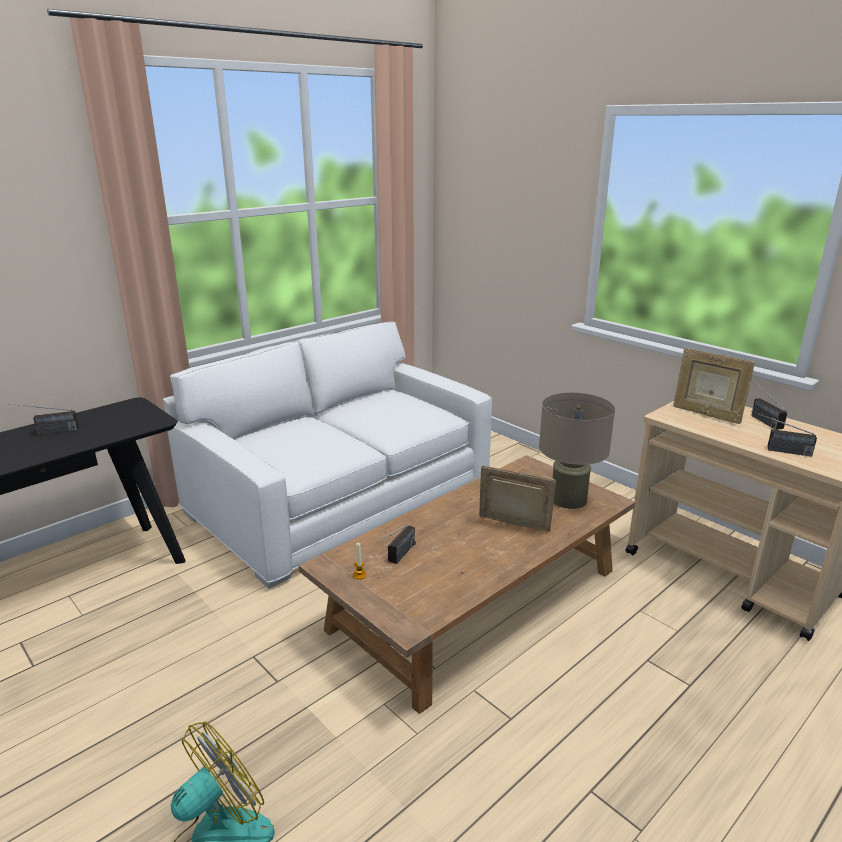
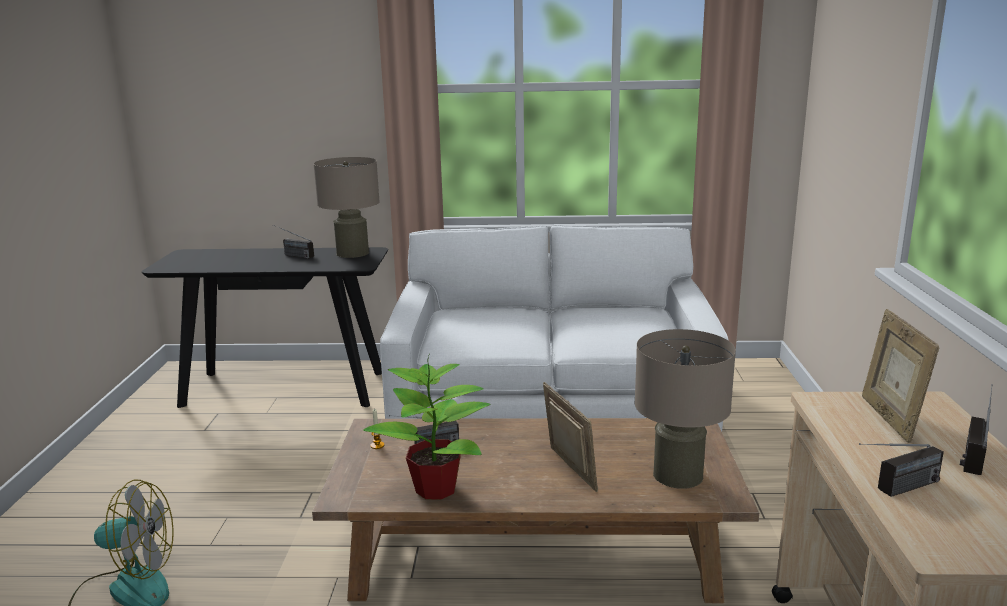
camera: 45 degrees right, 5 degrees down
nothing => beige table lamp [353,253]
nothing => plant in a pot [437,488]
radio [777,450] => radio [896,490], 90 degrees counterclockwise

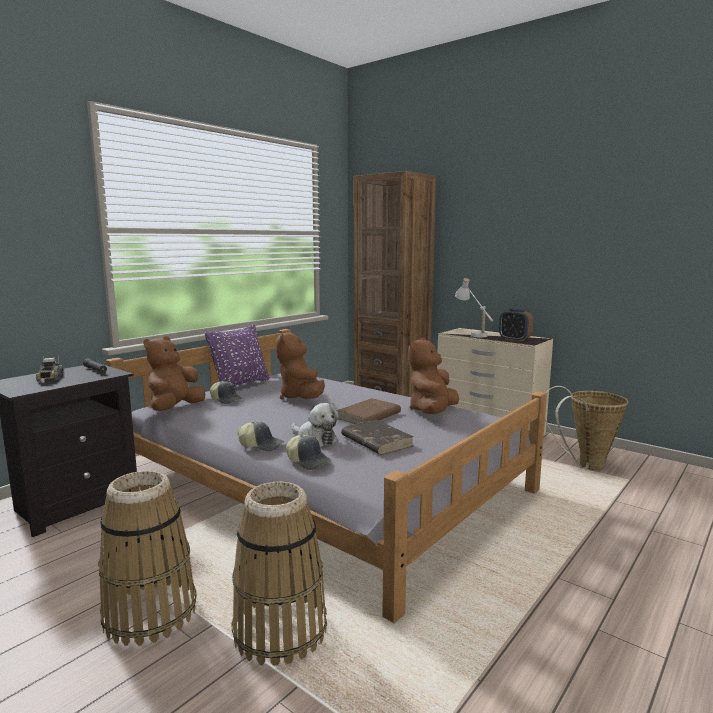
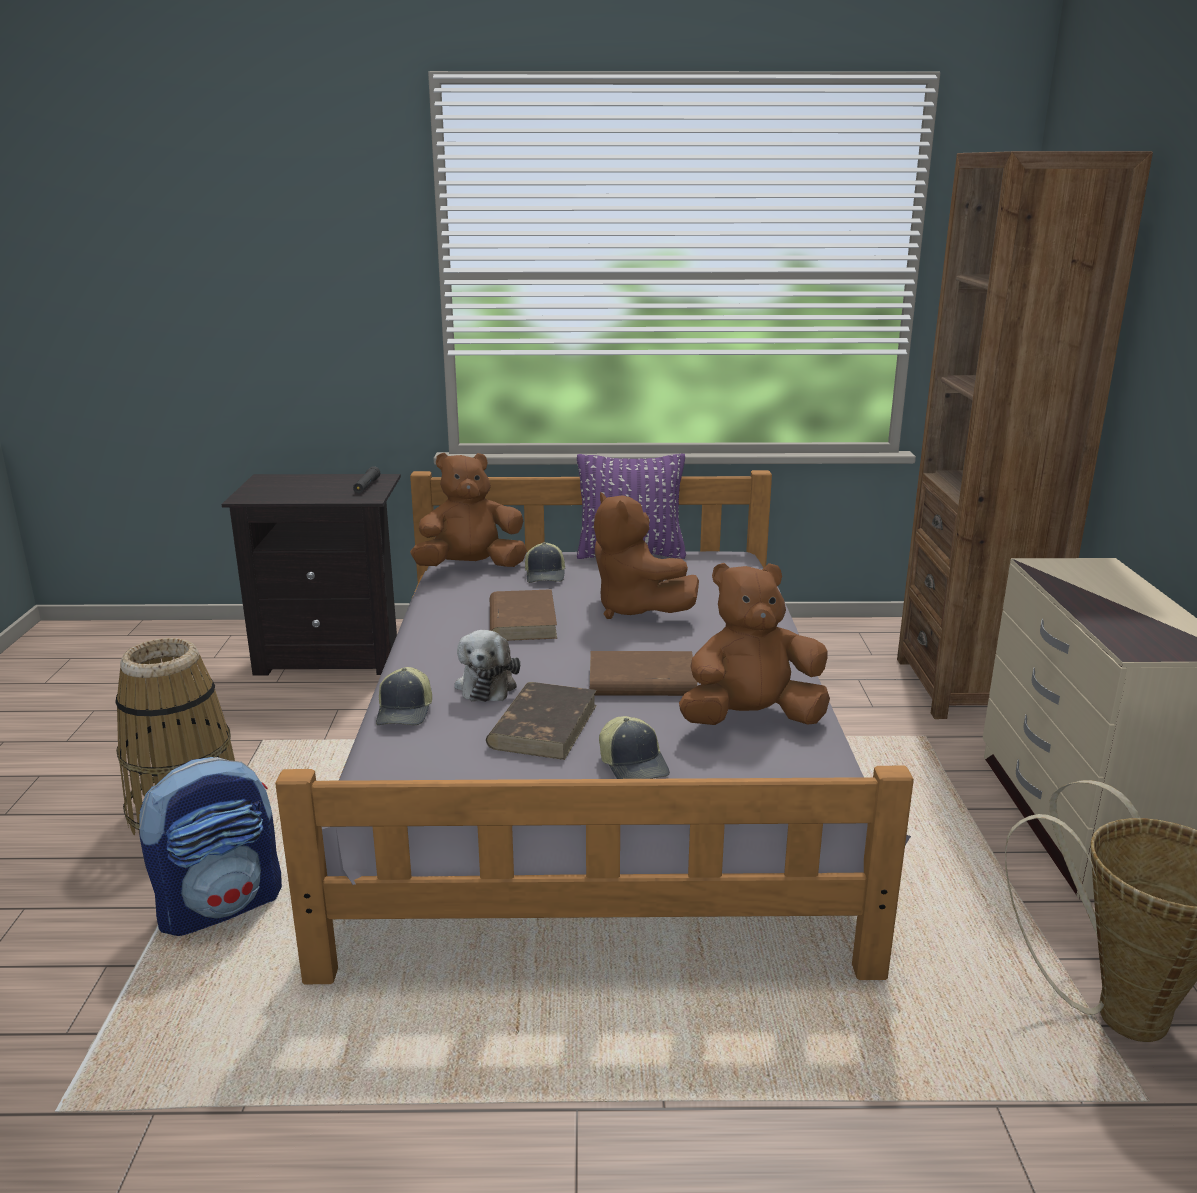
camera: 50 degrees right, 10 degrees up
toy lorry [50,377] => nothing
white-coloured table lamp [473,334] => nothing
table clock [514,340] => nothing
nothing => brown volume [522,620]
peaked cap [261,445] => peaked cap [634,765], relocated
storage basket [280,630] => knapsack [221,905]
brown cuddly toy [301,398] => brown cuddly toy [635,609], 75 degrees counterclockwise

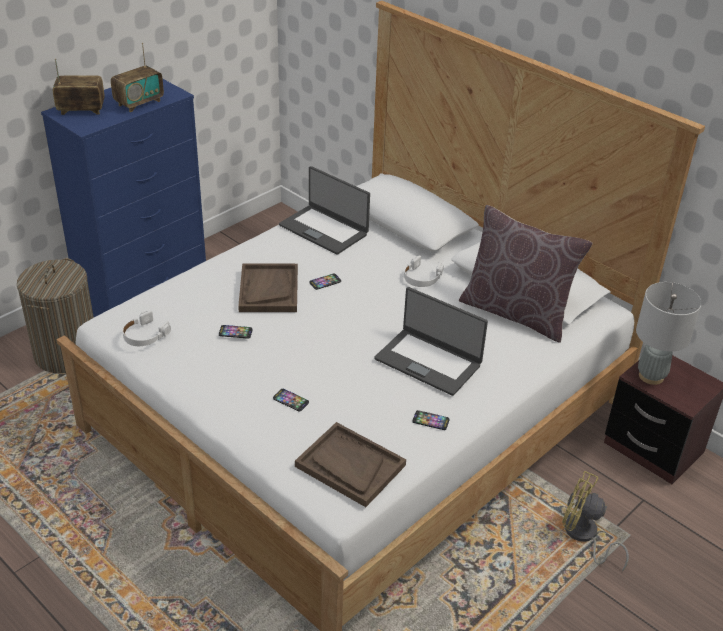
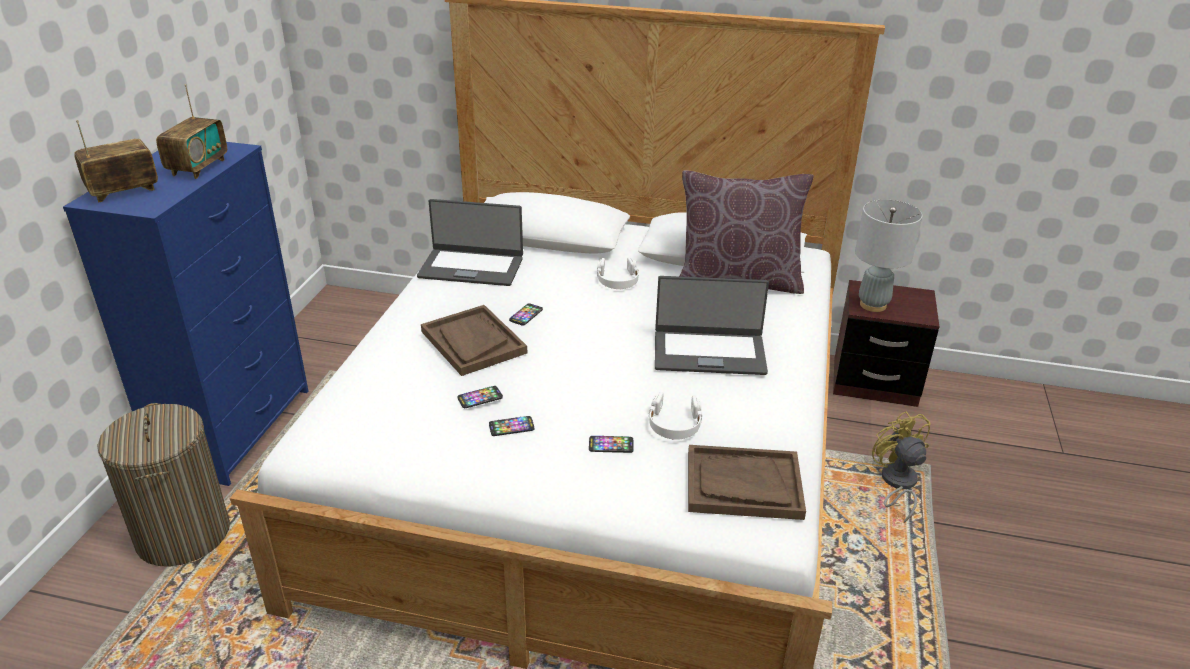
camera: 30 degrees left, 5 degrees down
white-coloured headset [144,335] => white-coloured headset [674,424], relocated
handset [430,421] => handset [511,427], relocated
yellow-coloured fan [584,536] => yellow-coloured fan [896,484], 75 degrees clockwise

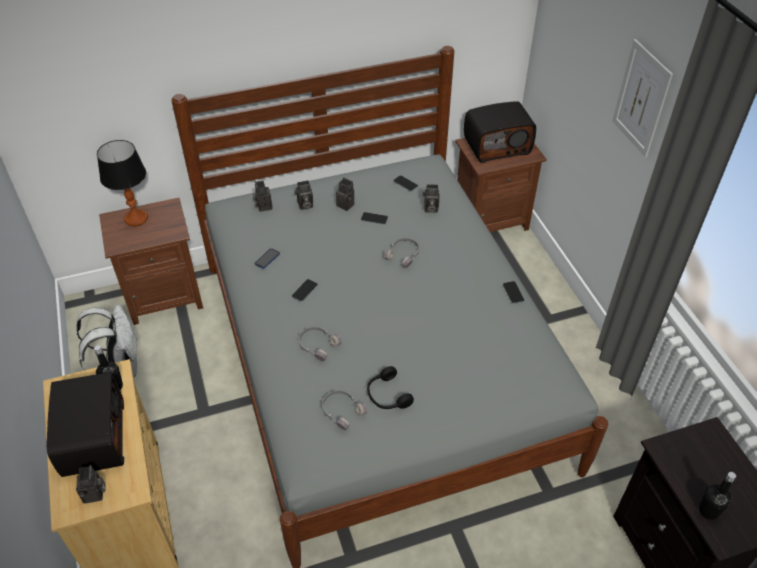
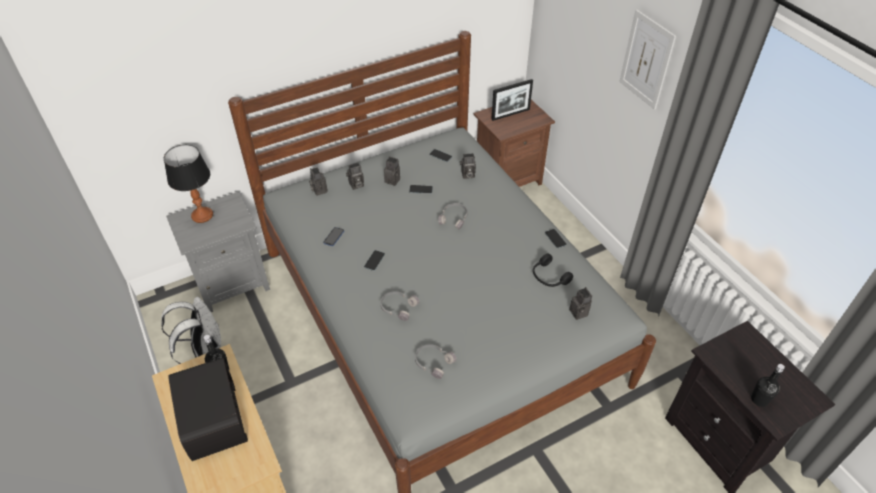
camera: 10 degrees left, 0 degrees up
still camera [95,494] => still camera [580,313], relocated
black-coloured headset [387,395] => black-coloured headset [549,277], relocated
radio [497,146] => standing frame [510,114]
brown bedside table [164,296] => gray bedside table [232,284]

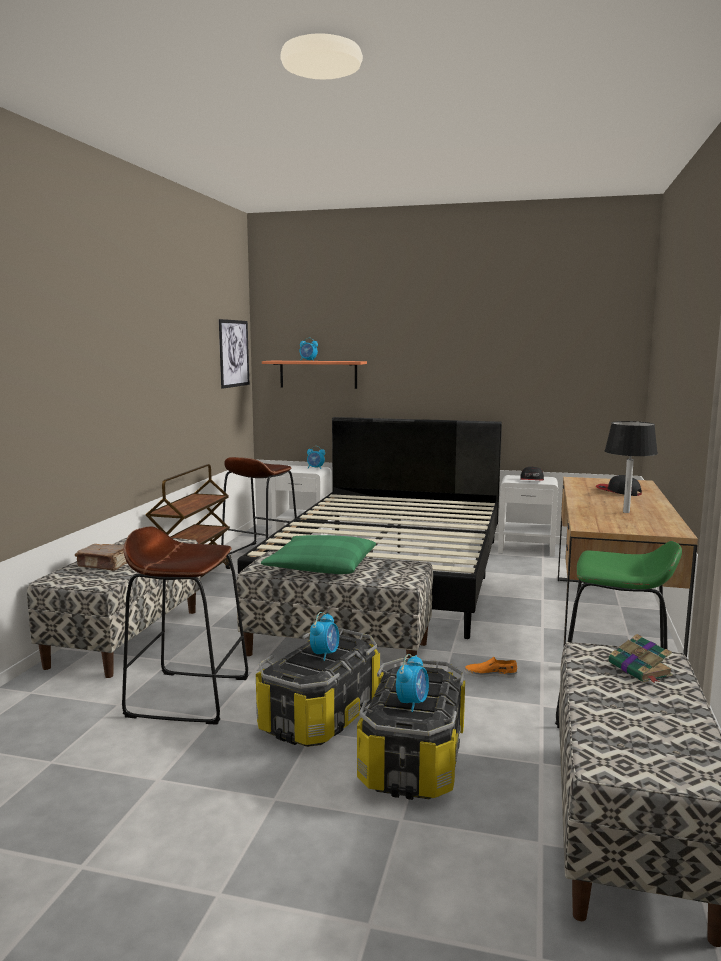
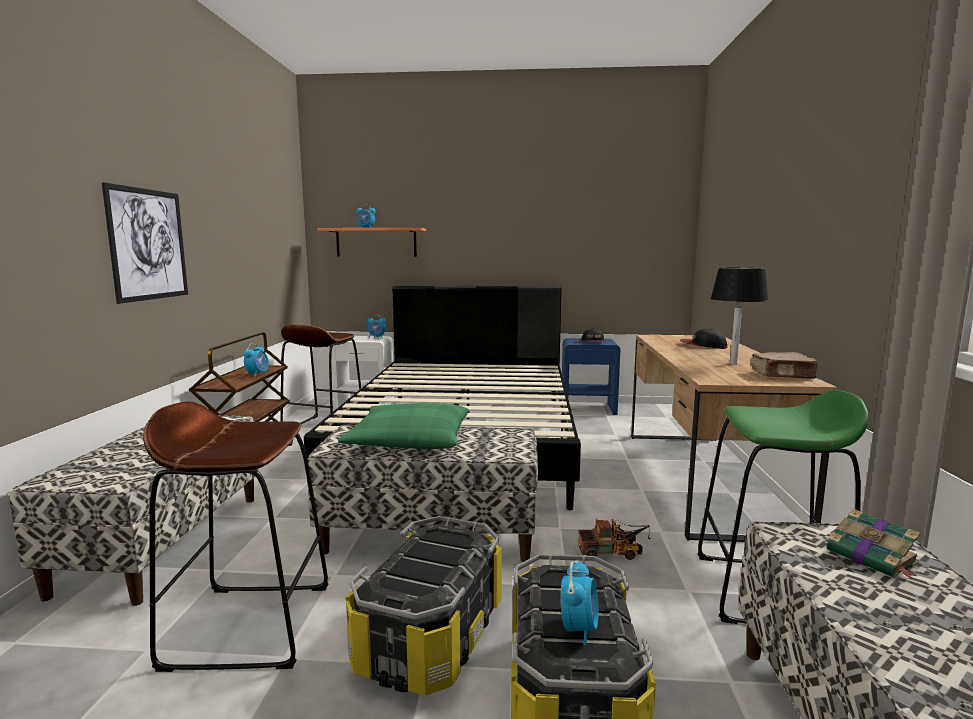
camera: 10 degrees left, 0 degrees up
brown volume [104,565] => brown volume [783,375], relocated
wall art [234,353] => wall art [148,244], relocated
table clock [325,654] => table clock [257,374], relocated
orange-coloured item of footwear [490,674] => toy lorry [614,553]
white-coloured bedside table [527,549] => blue bedside table [588,408]

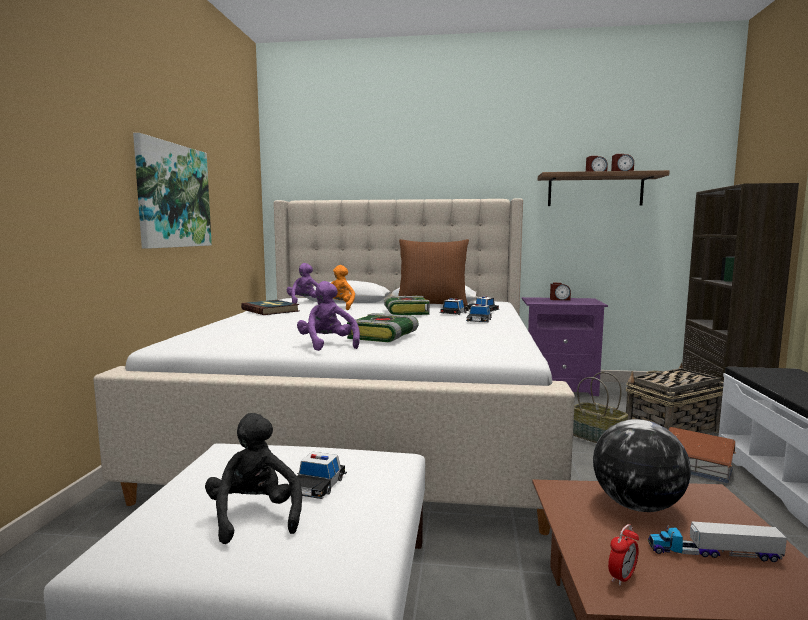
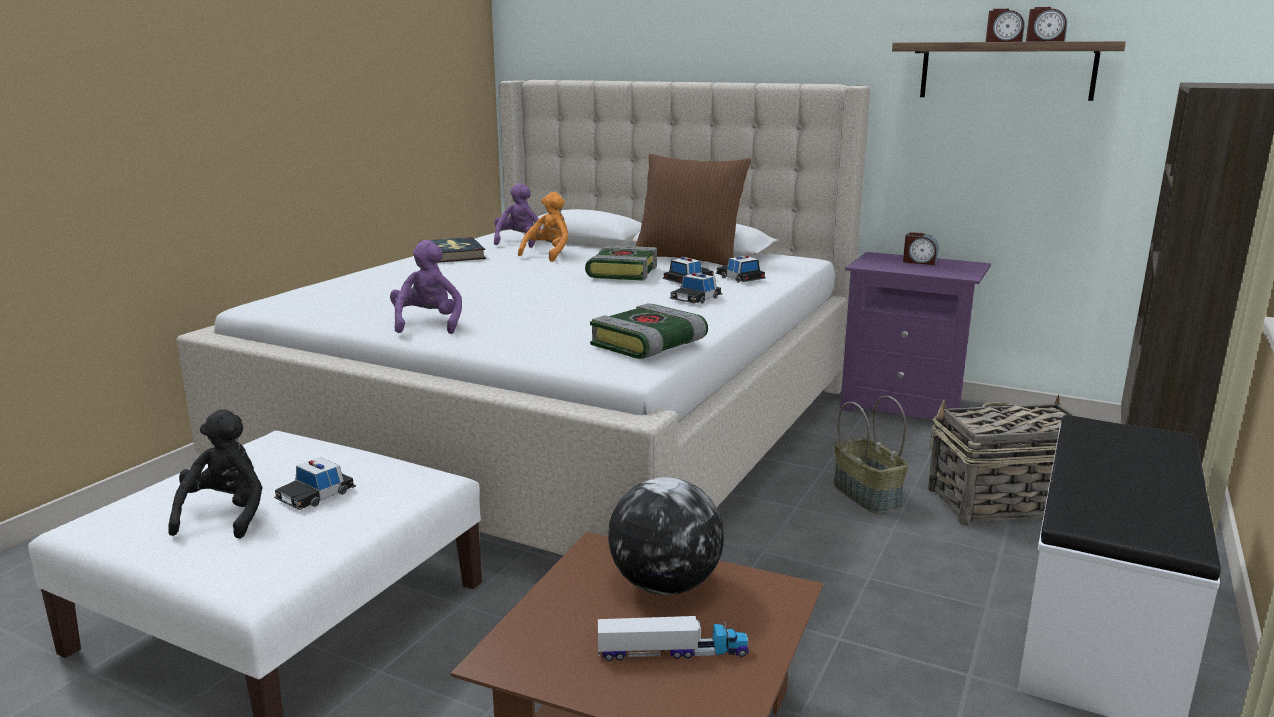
camera: 20 degrees right, 10 degrees up
wall art [173,196] => nothing
table clock [622,577] => nothing
model house [698,469] => nothing
volume [383,337] => volume [648,345], relocated
toy lorry [713,553] => toy lorry [672,652], 150 degrees clockwise

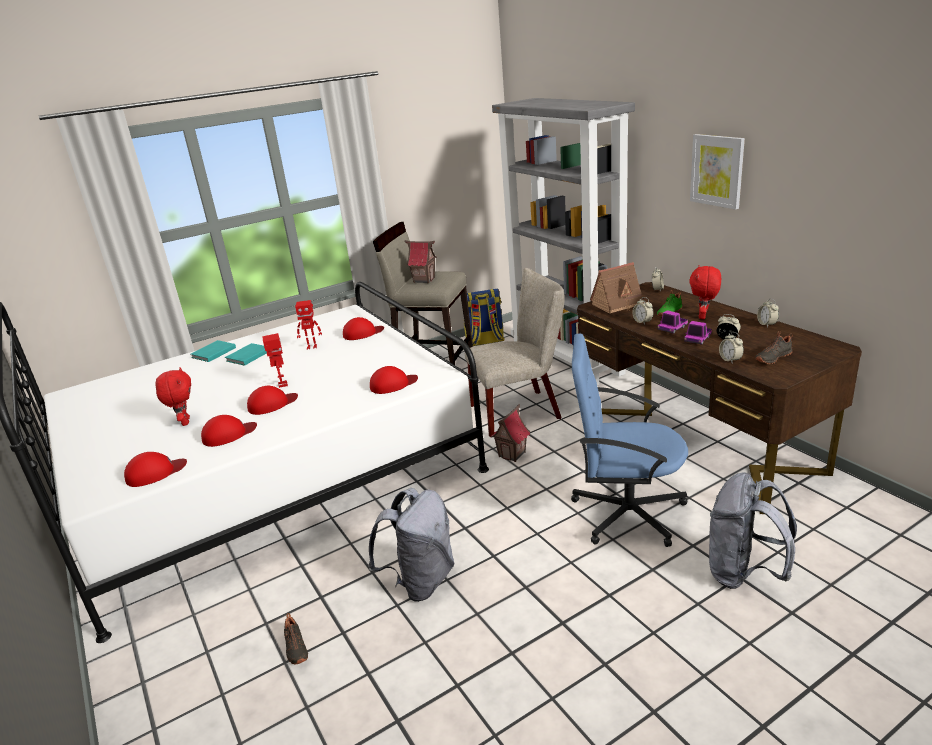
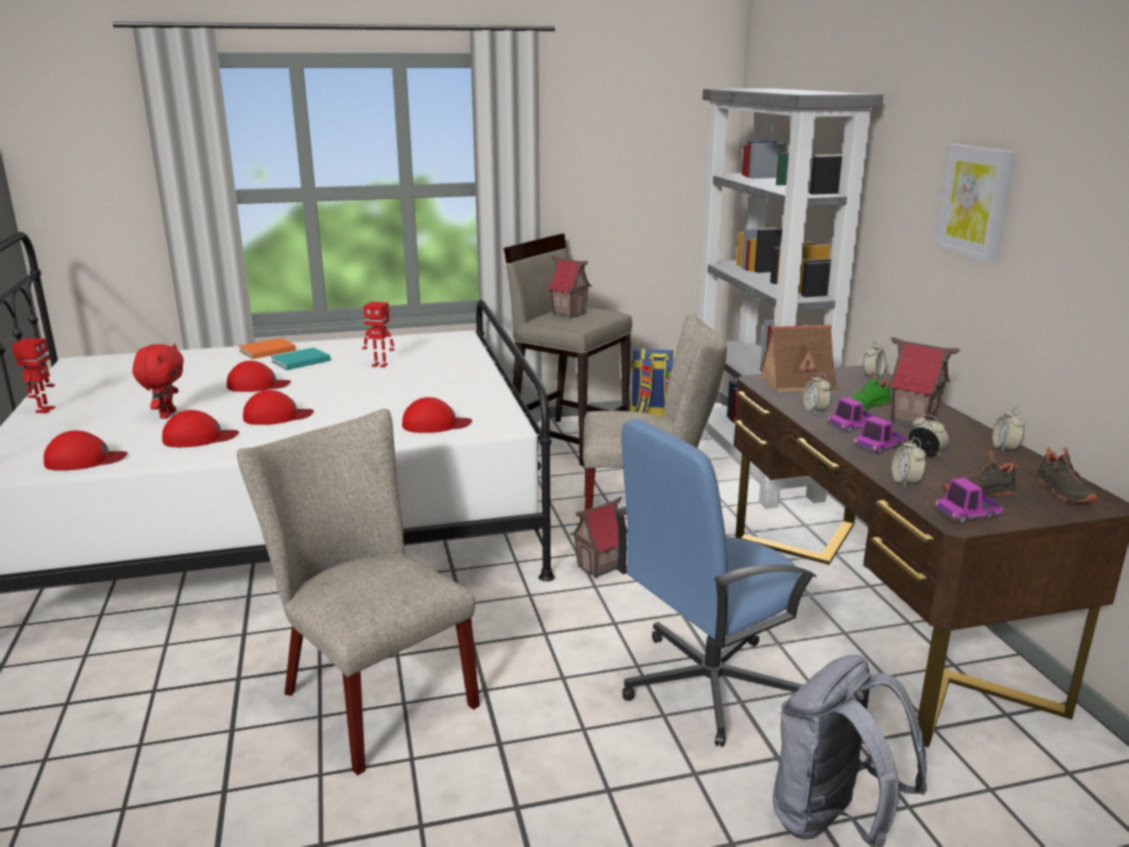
camera: 15 degrees right, 5 degrees down
nothing => toy lorry [967,514]
toy robot [282,384] => toy robot [44,410], relocated
black-coloured item of footwear [295,648] => black-coloured item of footwear [1062,491], relocated
red peaked cap [363,333] => red peaked cap [258,385], relocated
gray knapsack [421,581] => beige plain chair [370,695]
red cuddly toy [703,316] => model house [913,421]
turquoise-coloured volume [212,353] => orange-coloured volume [265,351]
blue desk chair [626,513] => blue desk chair [707,685], 60 degrees counterclockwise

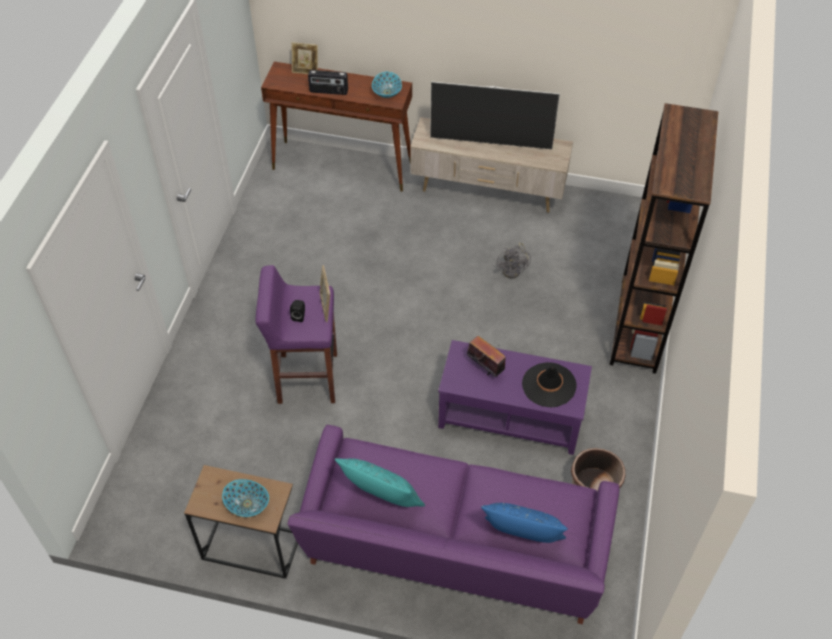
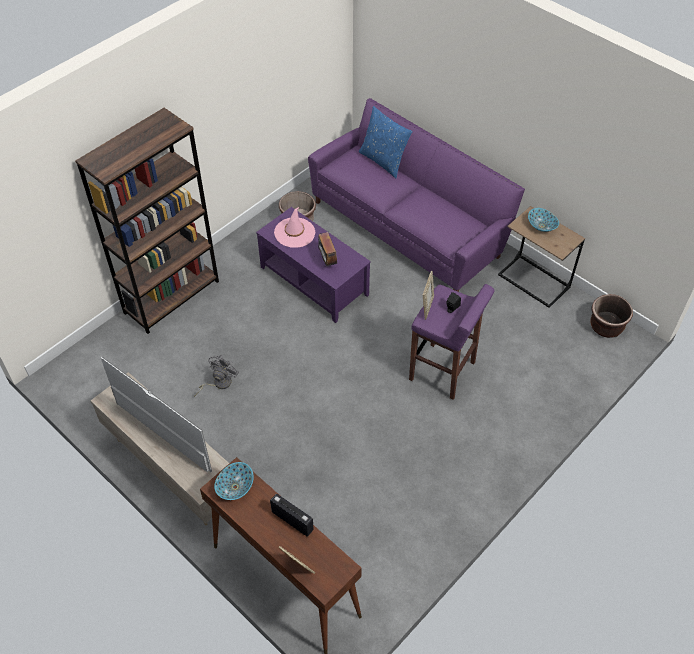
camera: 150 degrees left, 0 degrees up
turquoise-coloured pillow [382,501] => nothing
nothing => brown flower pot [606,326]
black-coloured hat [549,385] => pink hat [294,233]

